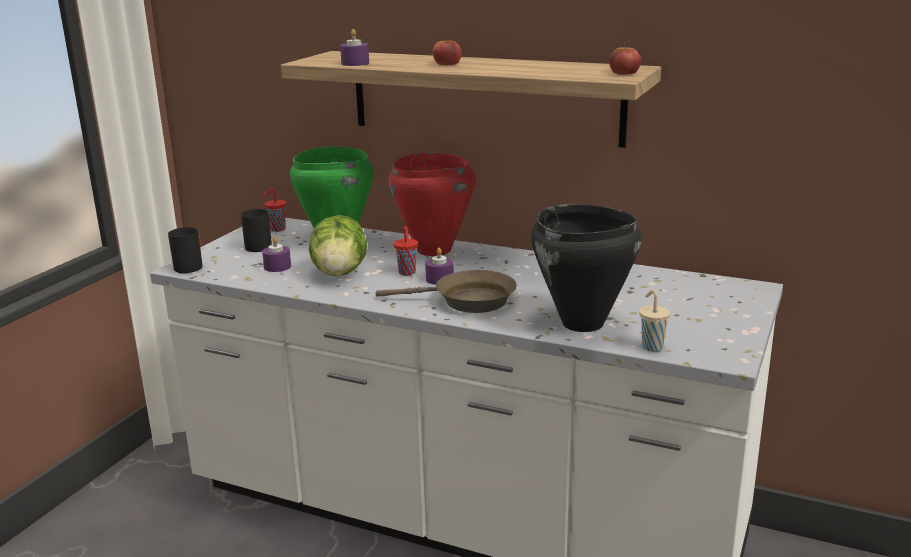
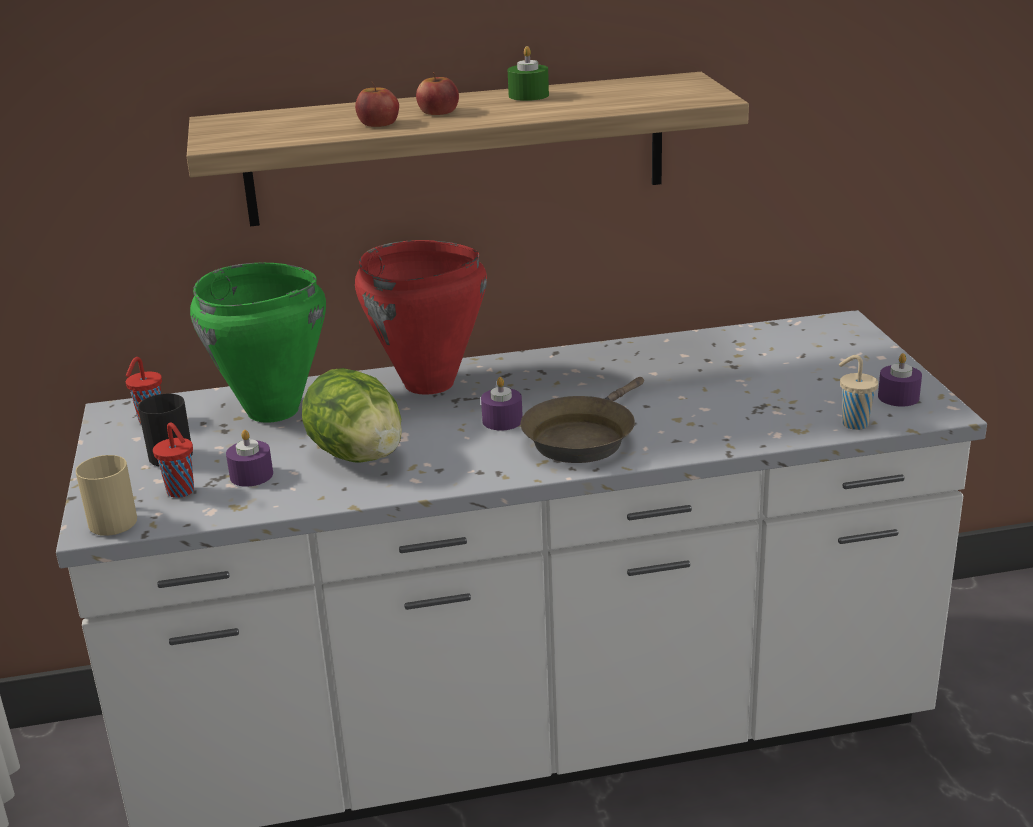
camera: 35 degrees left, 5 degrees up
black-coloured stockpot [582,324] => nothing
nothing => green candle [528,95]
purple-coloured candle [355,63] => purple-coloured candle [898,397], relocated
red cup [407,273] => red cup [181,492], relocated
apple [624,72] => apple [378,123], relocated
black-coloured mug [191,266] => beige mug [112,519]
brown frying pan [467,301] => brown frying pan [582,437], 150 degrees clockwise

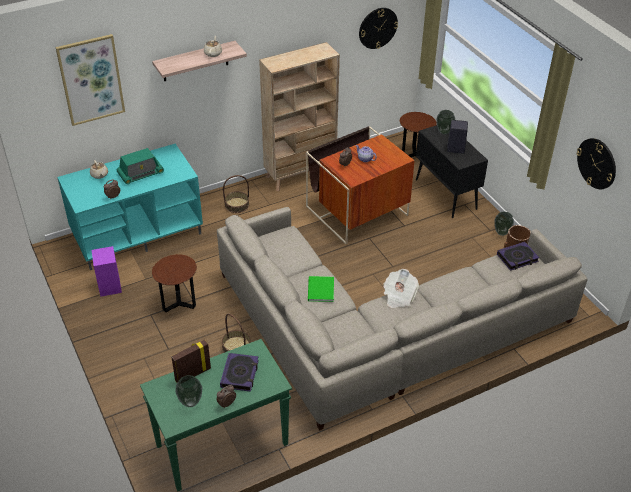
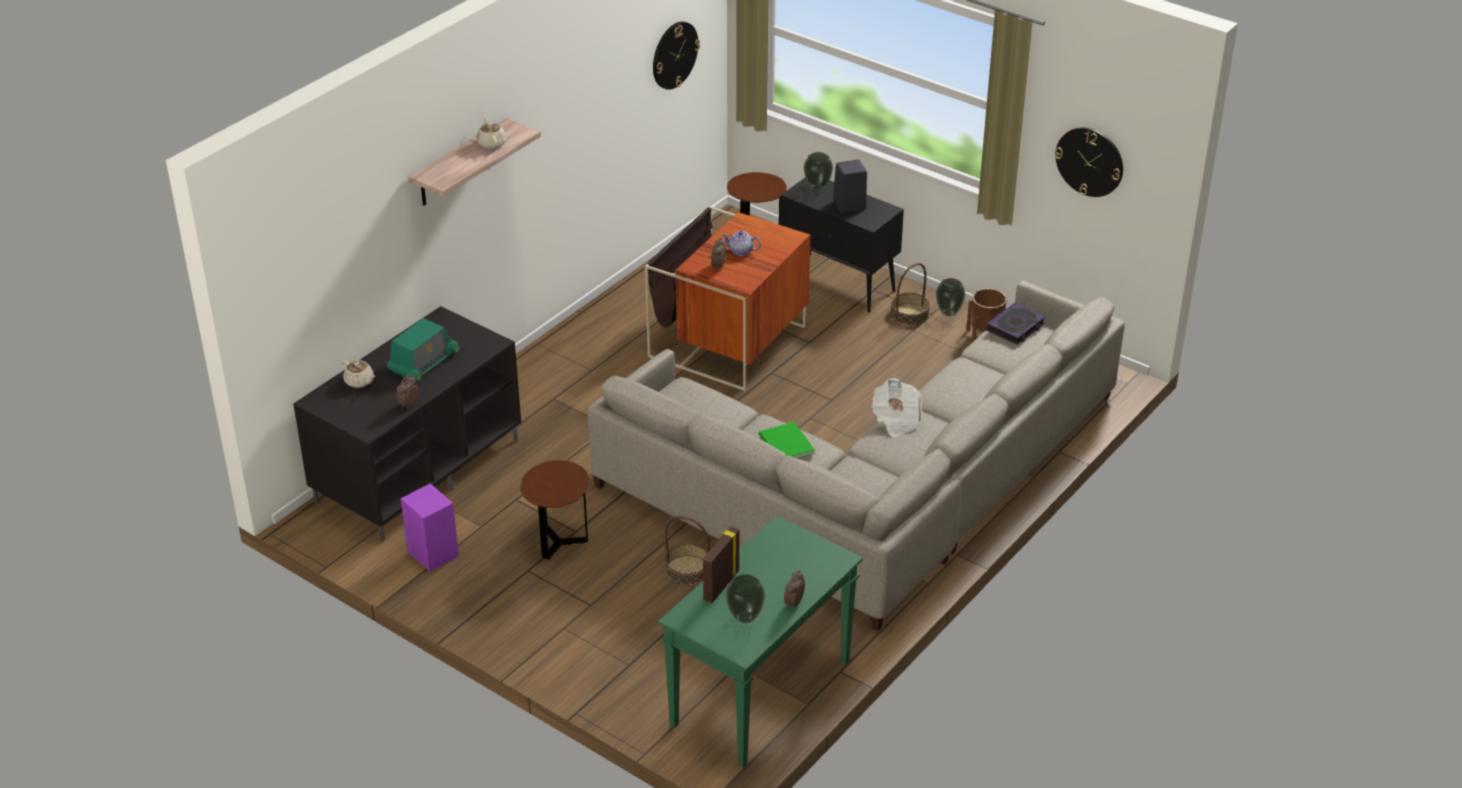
camera: 25 degrees left, 5 degrees down
wall art [91,80] => nothing
volume [240,374] => nothing
beige shelving unit [300,174] => nothing
storage basket [237,205] => storage basket [909,314], relocated
turquoise-coloured media console [138,234] => black-coloured media console [418,470]

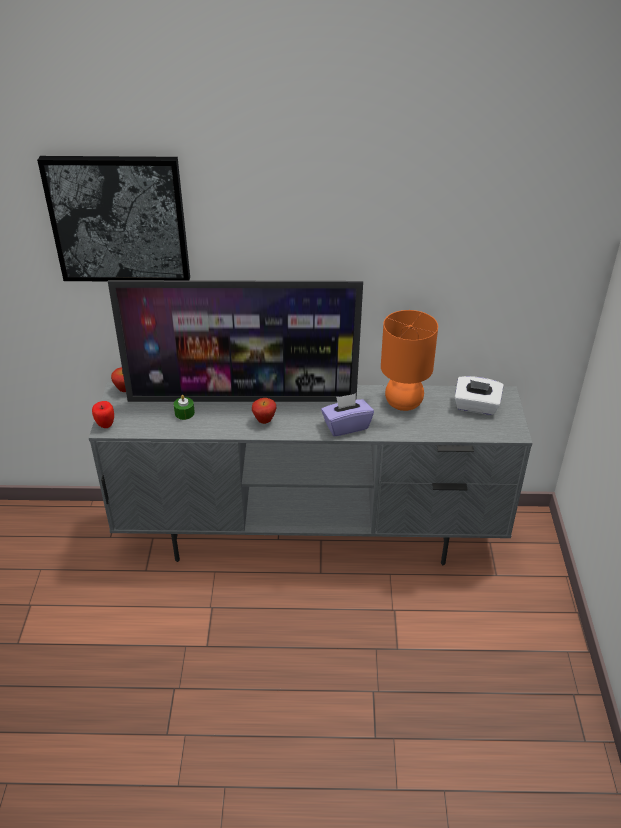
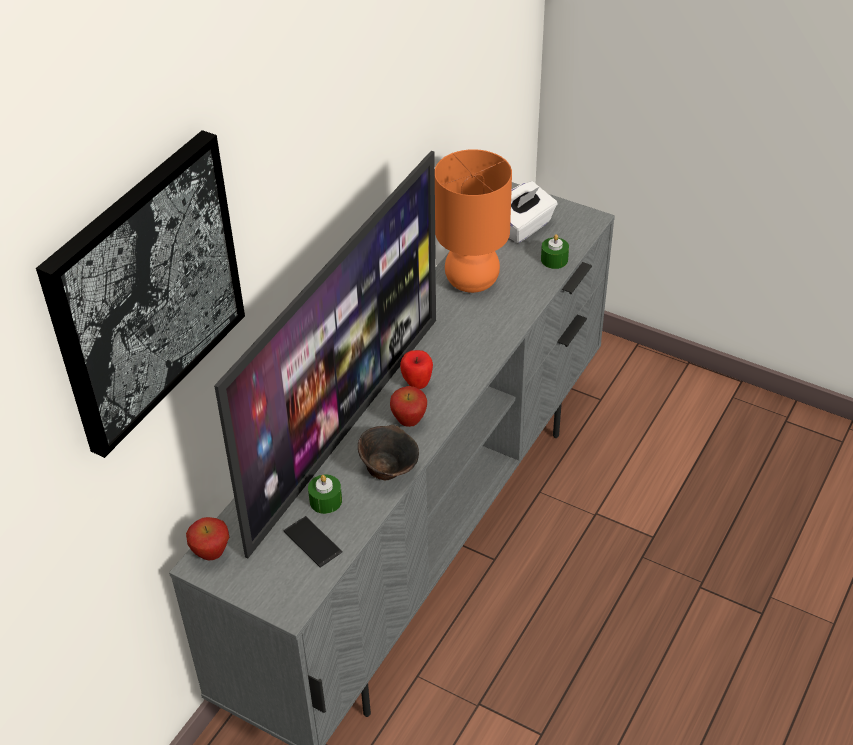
camera: 60 degrees left, 5 degrees up
purple-coloured tissue holder [346,426] => nothing
nothing => handset [312,542]
nothing => brown serving bowl [388,469]
nothing => green candle [554,260]
apple [105,425] => apple [417,384], relocated

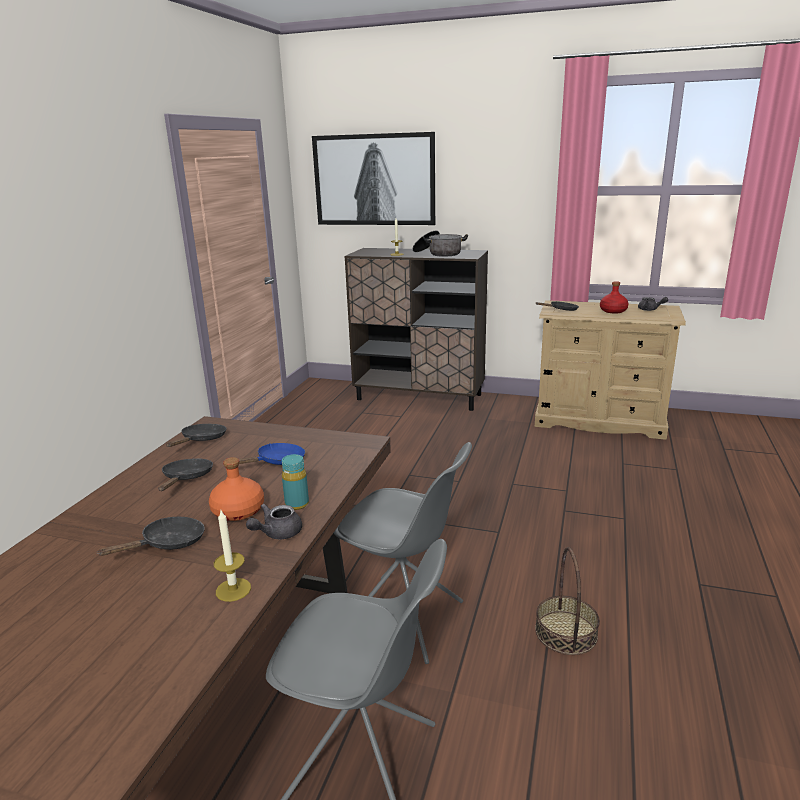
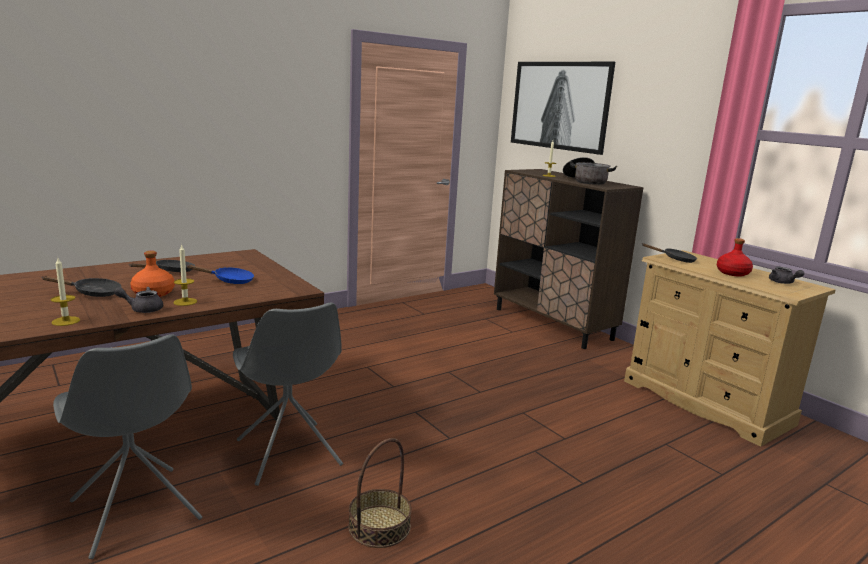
camera: 35 degrees right, 5 degrees down
black-coloured frying pan [202,440] => nothing
turquoise-coloured bottle [297,504] => candle [185,302]

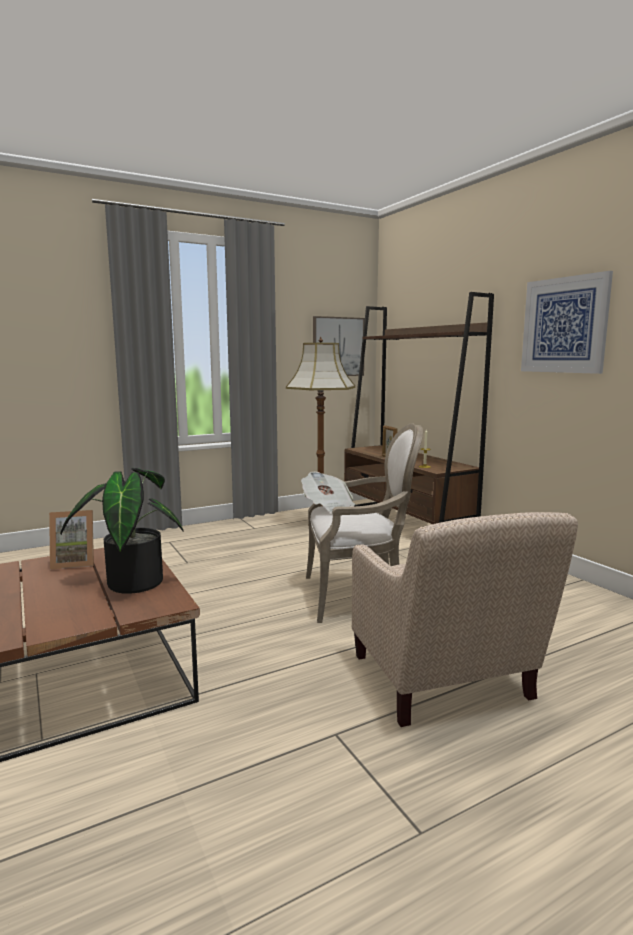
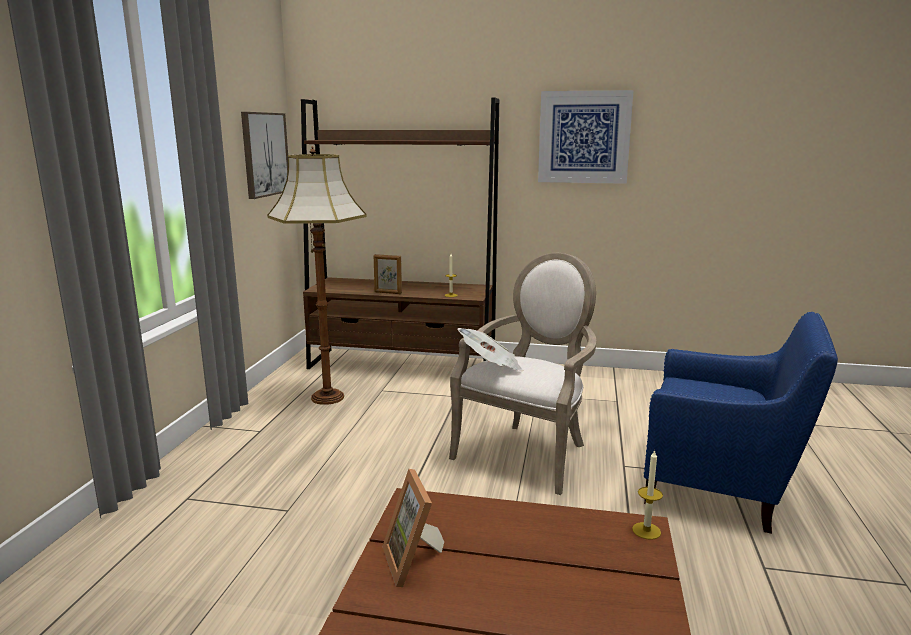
camera: 50 degrees left, 5 degrees up
plant in a pot [131,582] => nothing
nothing => candle [646,531]
beige easy chair [444,684] => blue easy chair [721,488]
standing frame [74,563] => standing frame [415,562], 135 degrees clockwise

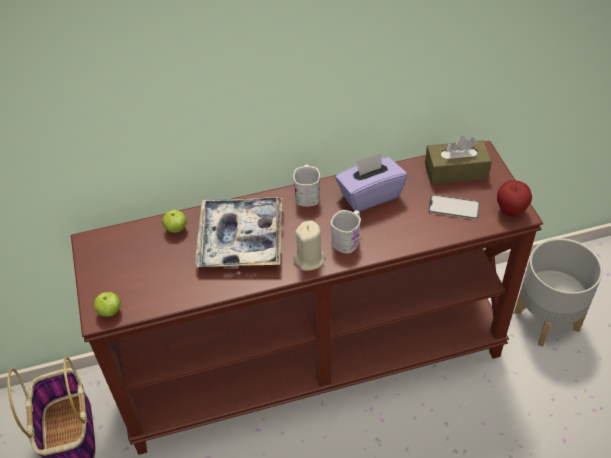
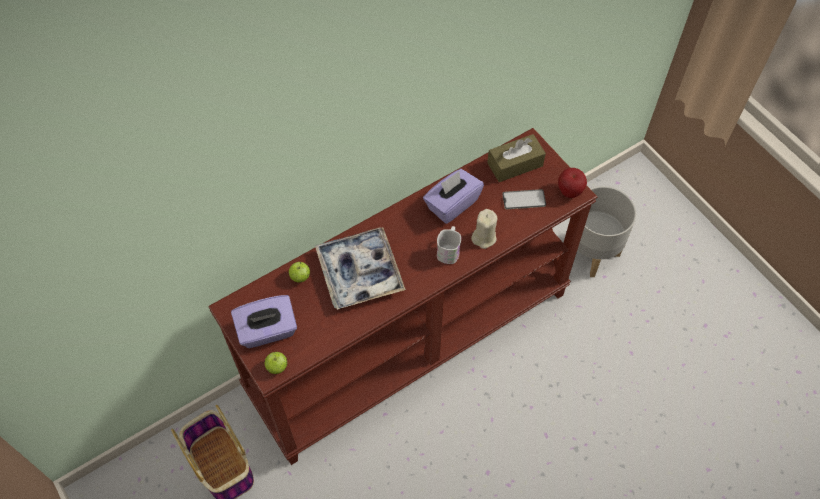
camera: 20 degrees left, 10 degrees up
white-coloured mug [307,194] => nothing
nothing => purple-coloured tissue holder [267,331]
beige candle [309,259] => beige candle [484,237], relocated

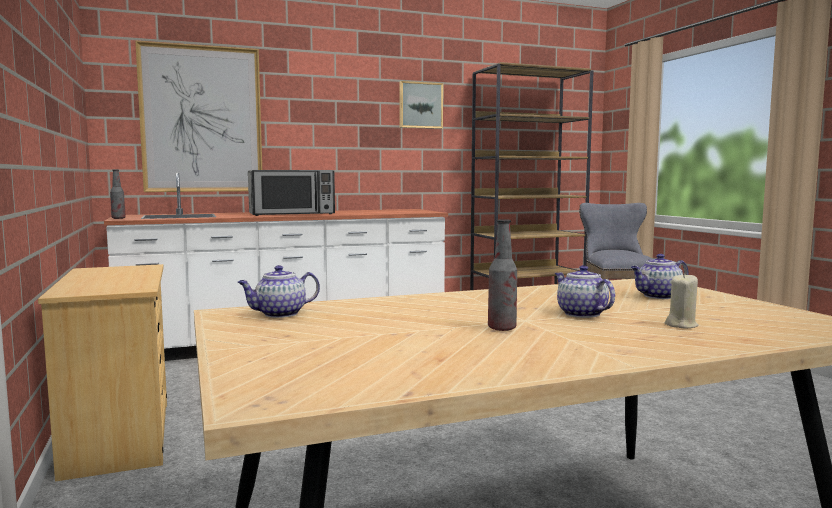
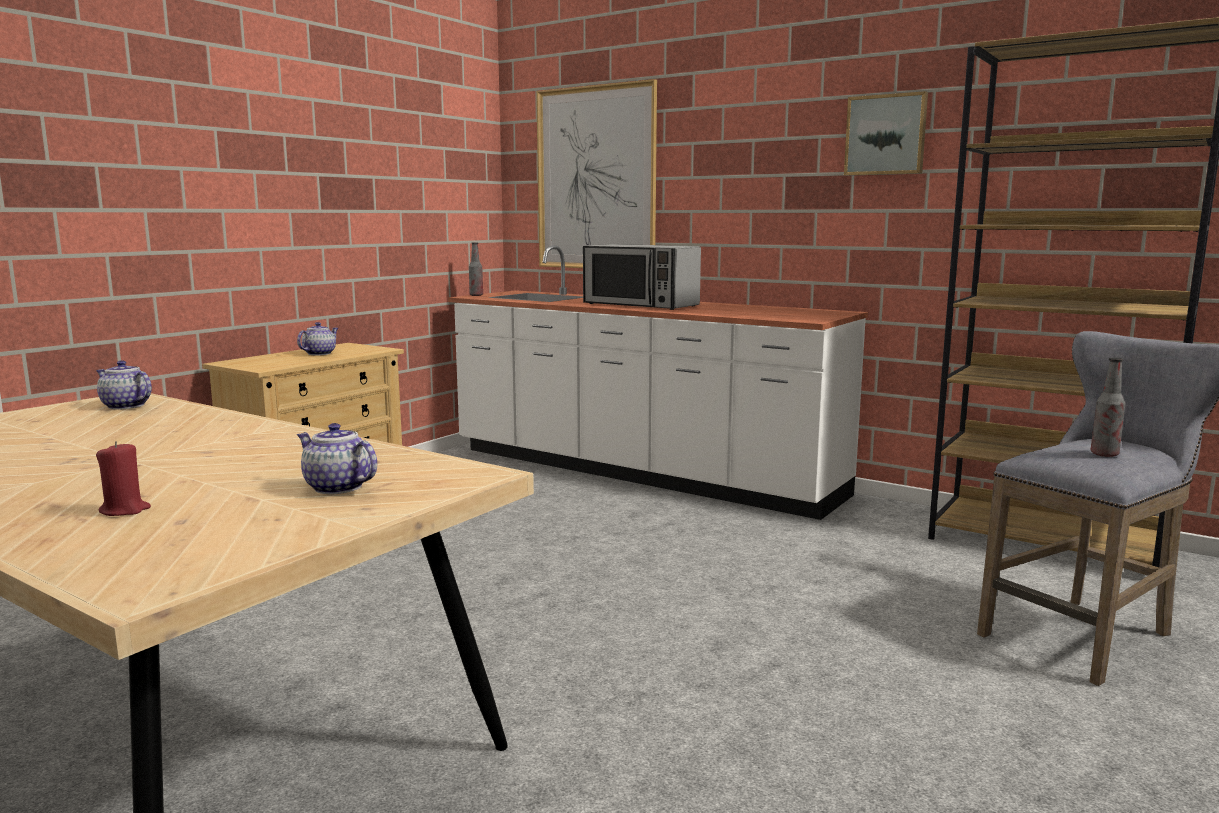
camera: 55 degrees right, 5 degrees up
bottle [502,328] => bottle [1104,454], relocated
tea pot [580,314] => tea pot [319,353], relocated
beige candle [681,325] => red candle [125,510]

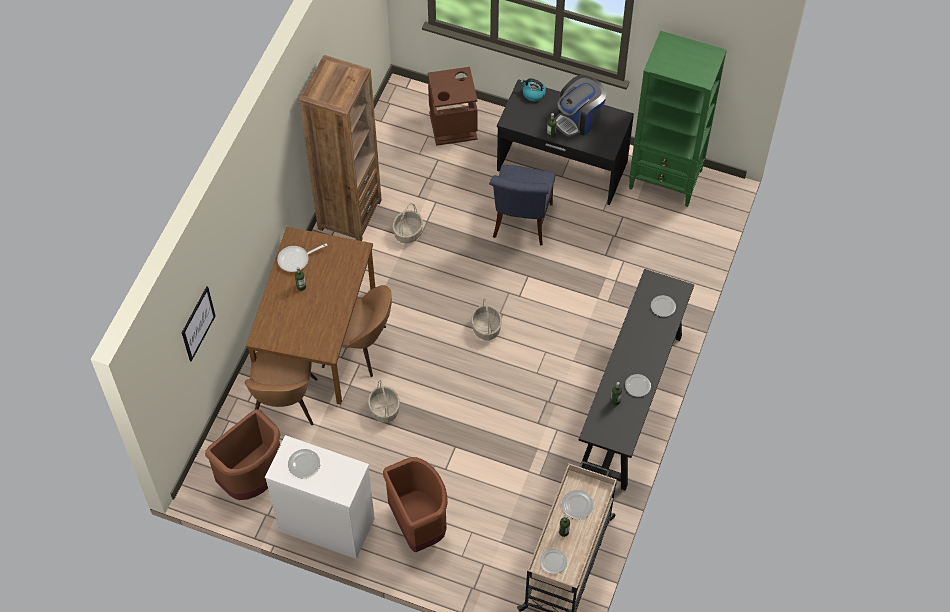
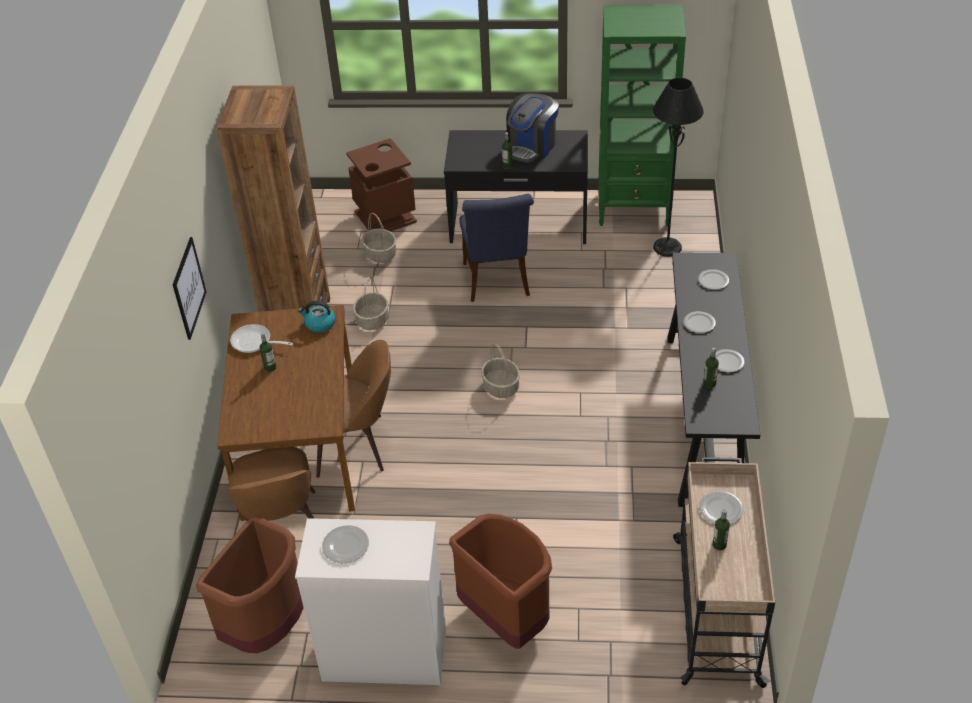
camera: 15 degrees left, 15 degrees down
nothing => black-coloured standing lamp [667,247]
wall art [198,323] => wall art [189,288], relocated
storage basket [384,409] => storage basket [380,254], relocated
kettle [533,94] => kettle [319,324], relocated
dinner plate [553,562] => dinner plate [698,323], relocated
frying pan [296,259] => frying pan [255,342], 60 degrees clockwise

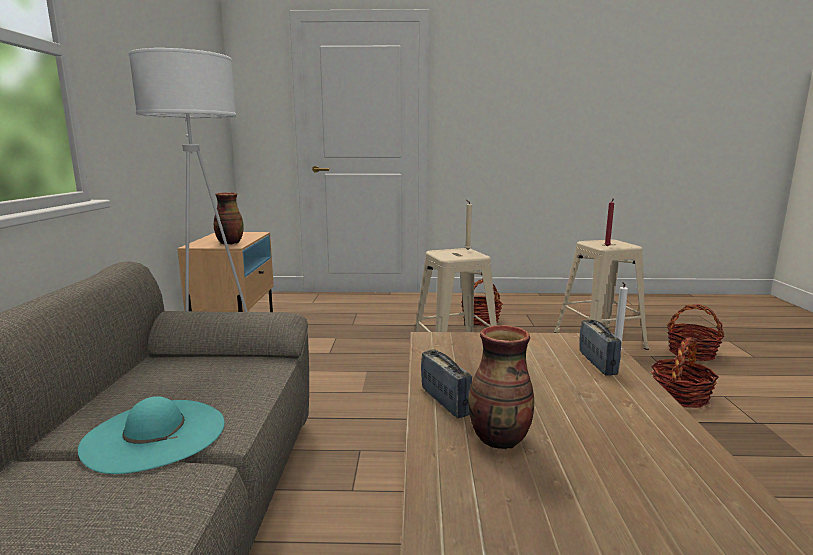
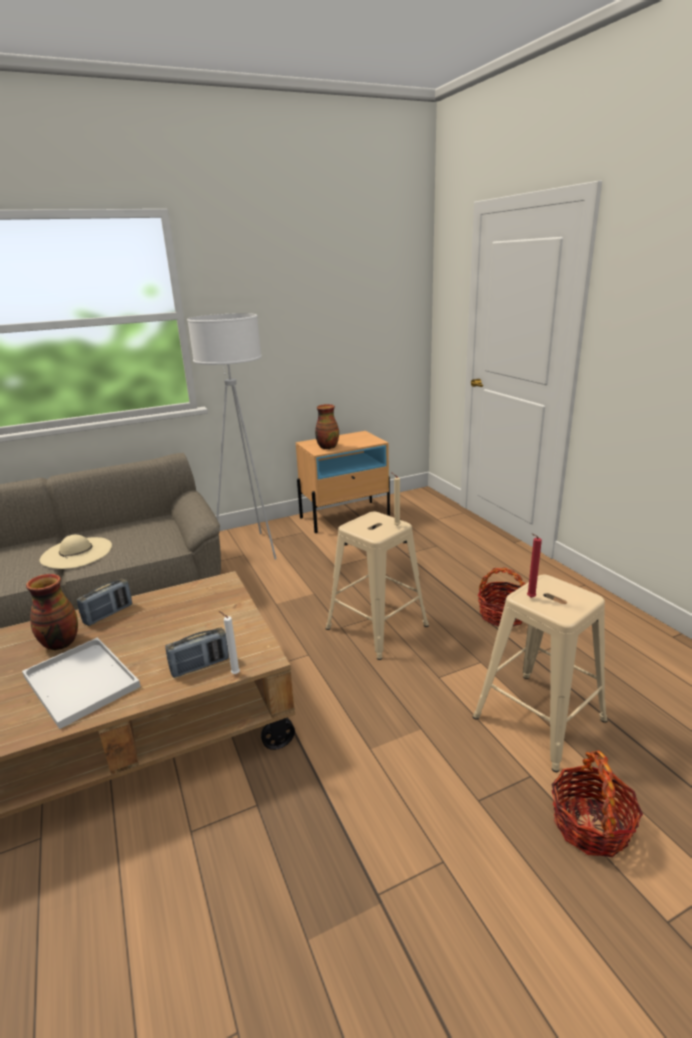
camera: 65 degrees right, 10 degrees up
storage basket [680,396] => nothing
nothing => white-coloured carrying tray [79,681]
turquoise-coloured hat [154,434] => beige hat [76,553]

